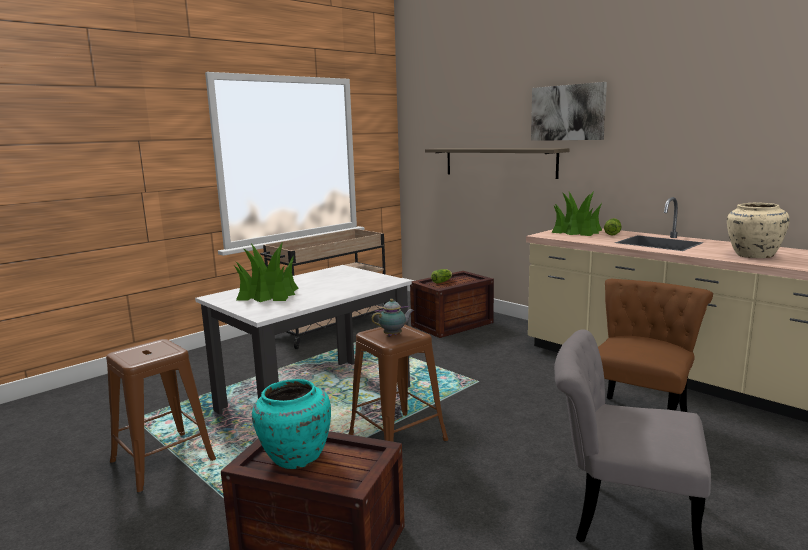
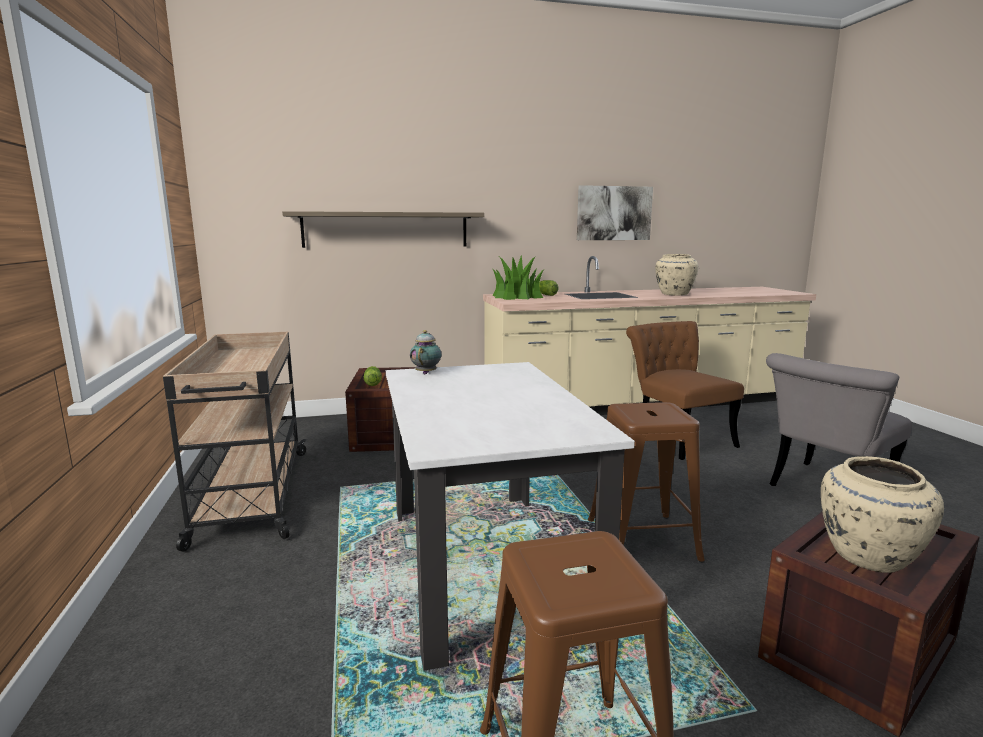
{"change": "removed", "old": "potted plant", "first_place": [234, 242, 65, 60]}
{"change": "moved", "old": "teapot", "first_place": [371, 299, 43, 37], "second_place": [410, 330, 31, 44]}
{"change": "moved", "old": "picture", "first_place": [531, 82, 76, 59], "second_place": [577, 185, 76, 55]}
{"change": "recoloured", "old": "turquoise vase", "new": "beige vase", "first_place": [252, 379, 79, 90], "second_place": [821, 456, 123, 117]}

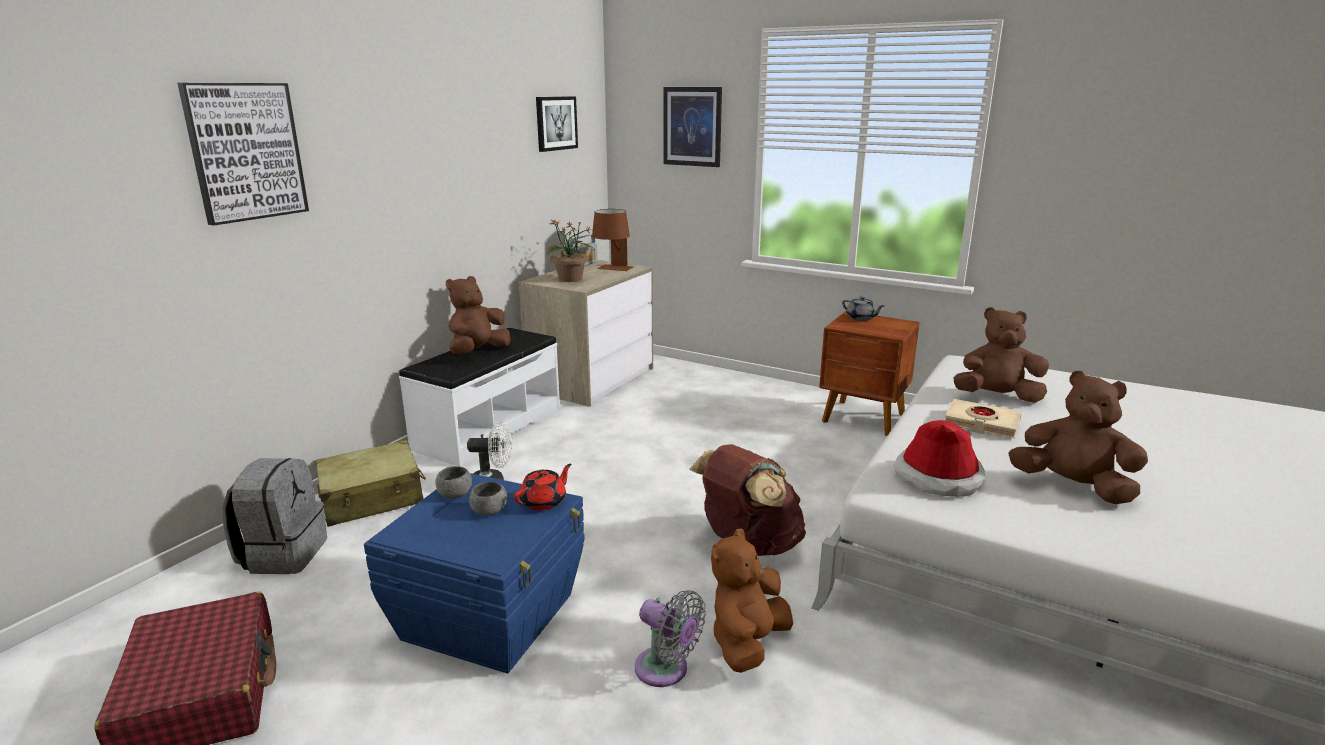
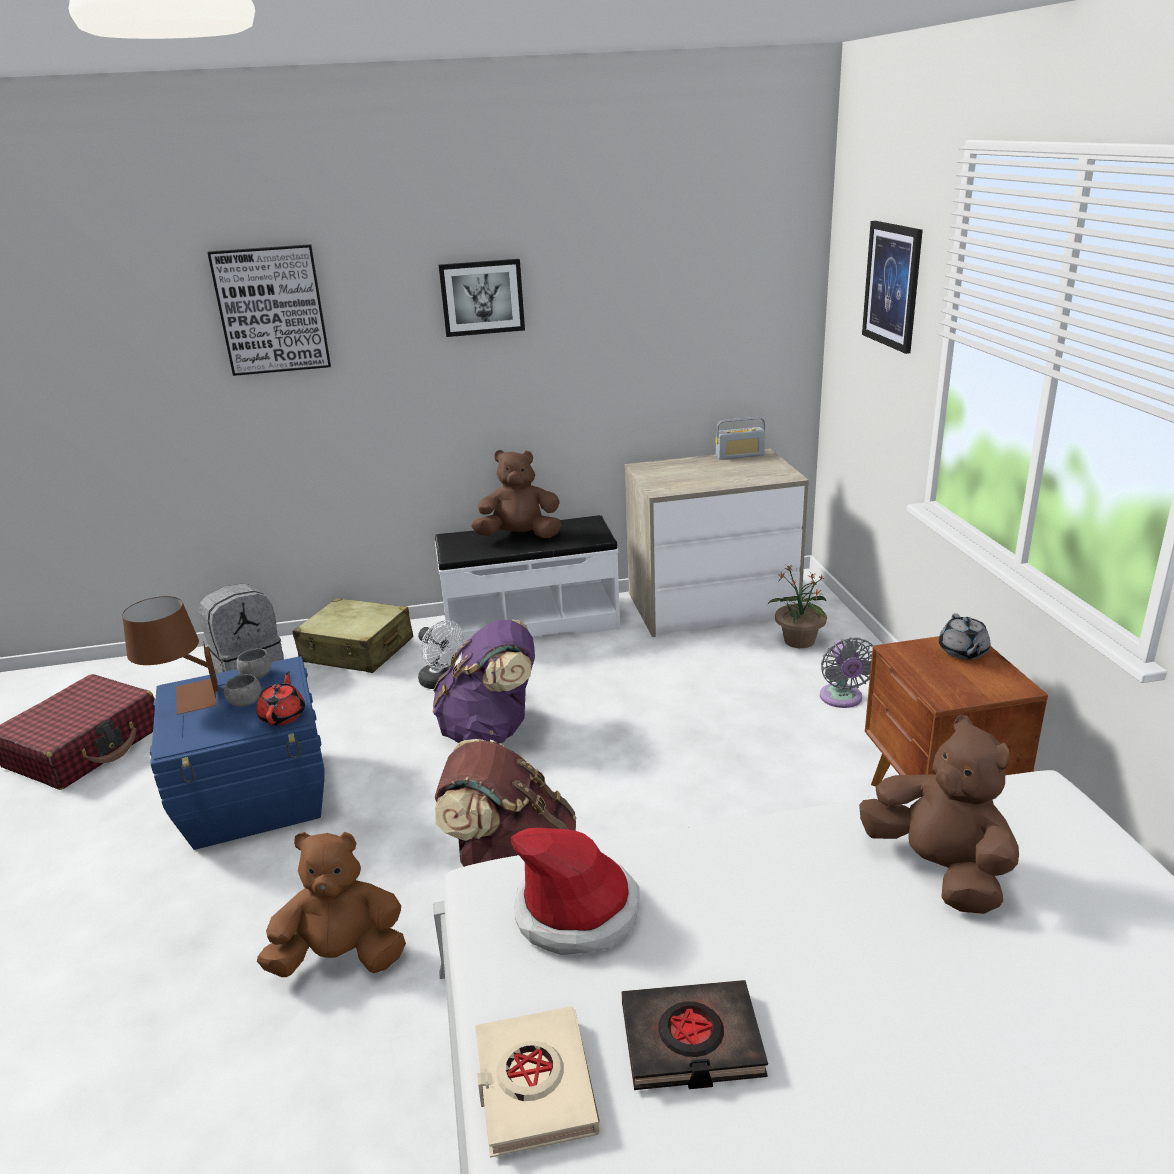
{"change": "added", "new": "purple backpack", "second_place": [433, 620, 102, 124]}
{"change": "moved", "old": "picture", "first_place": [536, 96, 42, 56], "second_place": [439, 259, 86, 78]}
{"change": "moved", "old": "potted plant", "first_place": [547, 219, 48, 63], "second_place": [768, 565, 59, 83]}
{"change": "moved", "old": "brown table lamp", "first_place": [592, 209, 41, 62], "second_place": [122, 596, 96, 118]}
{"change": "moved", "old": "grey fan", "first_place": [635, 590, 71, 97], "second_place": [820, 637, 53, 71]}
{"change": "moved", "old": "beige book", "first_place": [945, 399, 77, 39], "second_place": [475, 1006, 126, 152]}
{"change": "replaced", "old": "brown plush toy", "new": "black book", "first_place": [1008, 371, 140, 133], "second_place": [622, 980, 146, 110]}
{"change": "turned", "old": "red teapot", "first_place": [514, 464, 58, 46], "second_place": [256, 672, 49, 54], "degrees": -90}

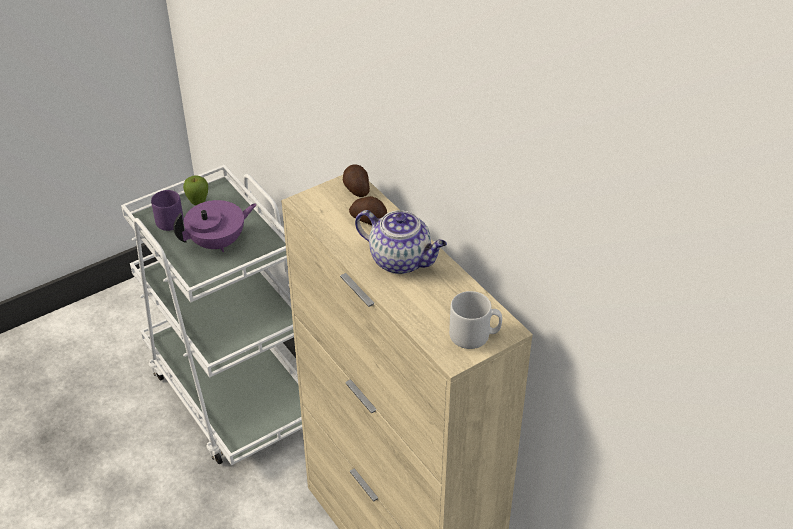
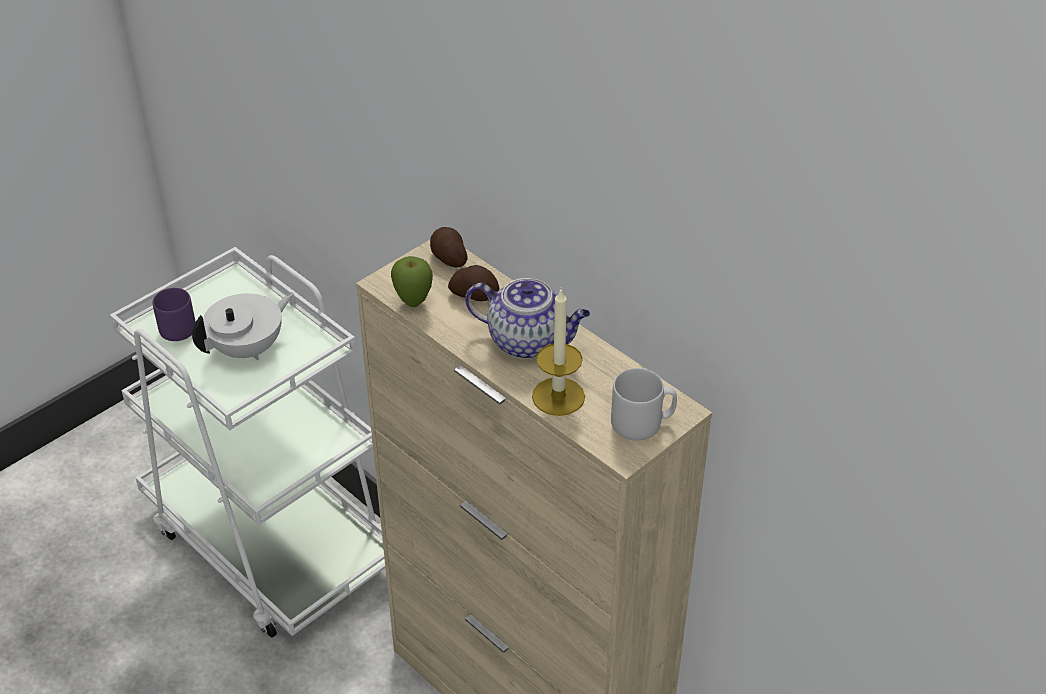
{"change": "added", "new": "candle", "second_place": [532, 290, 53, 126]}
{"change": "moved", "old": "apple", "first_place": [183, 175, 25, 31], "second_place": [391, 256, 42, 51]}
{"change": "recoloured", "old": "purple teapot", "new": "white teapot", "first_place": [173, 200, 84, 52], "second_place": [192, 292, 102, 68]}

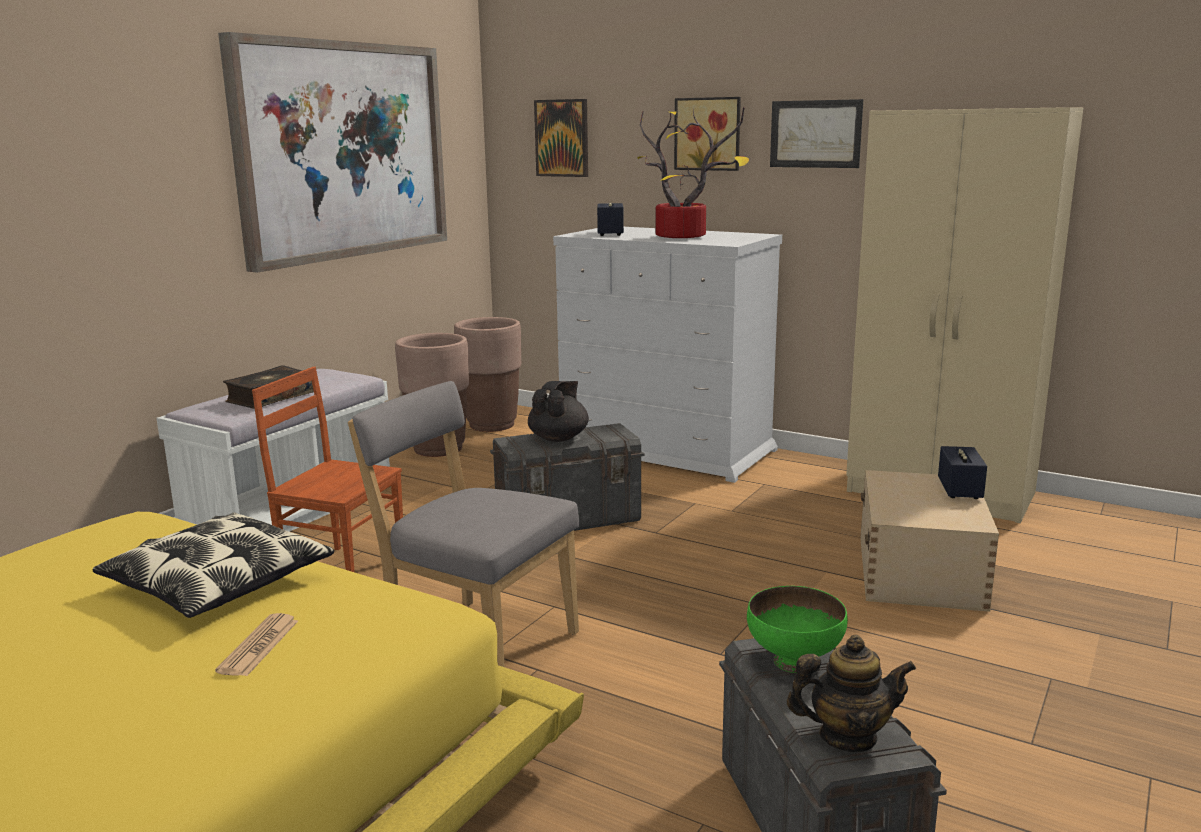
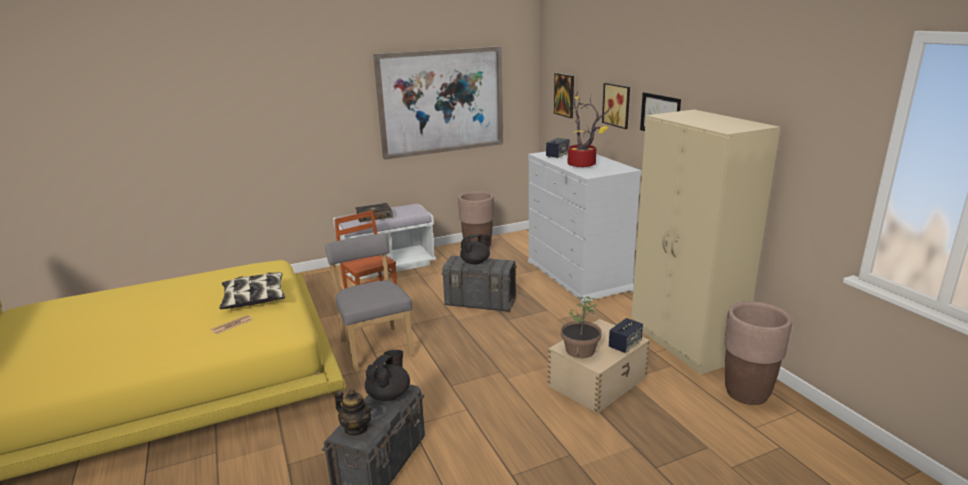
{"change": "added", "new": "potted plant", "second_place": [561, 297, 41, 61]}
{"change": "moved", "old": "brown planter", "first_place": [454, 317, 67, 115], "second_place": [724, 301, 68, 104]}
{"change": "replaced", "old": "green bowl", "new": "black teapot", "first_place": [747, 586, 101, 87], "second_place": [365, 350, 45, 51]}

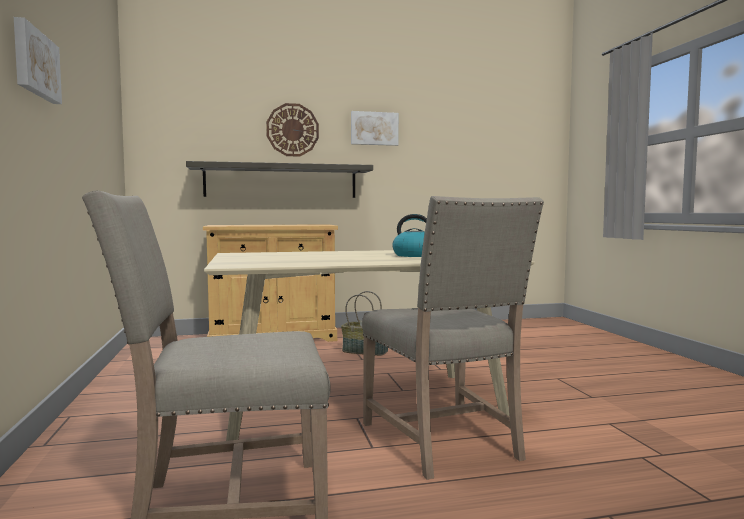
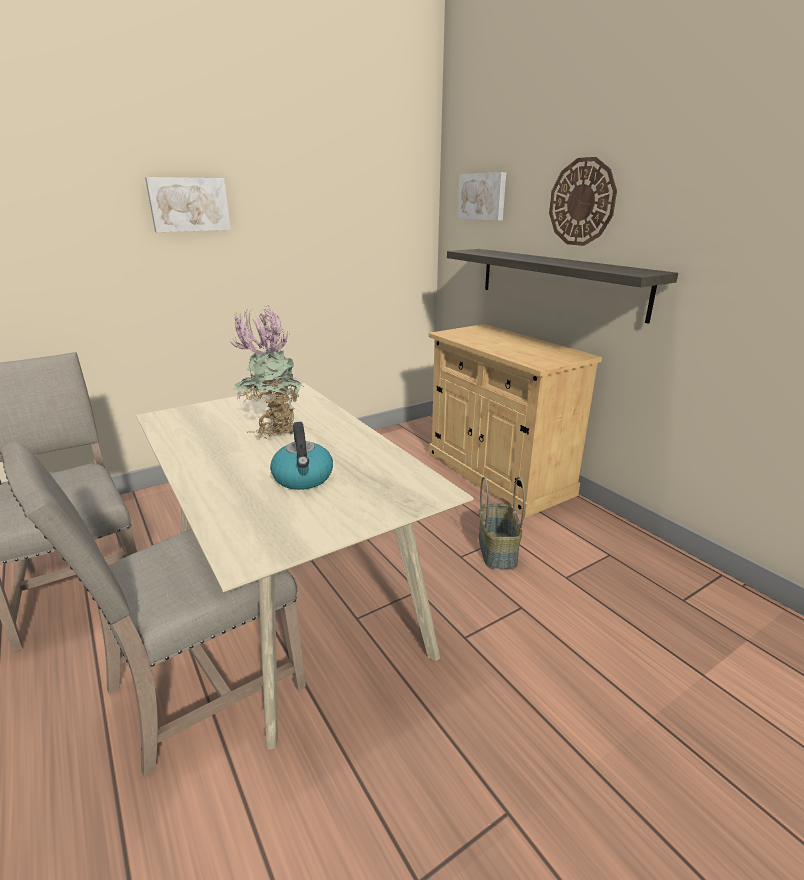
{"change": "added", "new": "potted plant", "second_place": [230, 306, 74, 133]}
{"change": "moved", "old": "picture", "first_place": [351, 111, 48, 35], "second_place": [458, 172, 48, 49]}

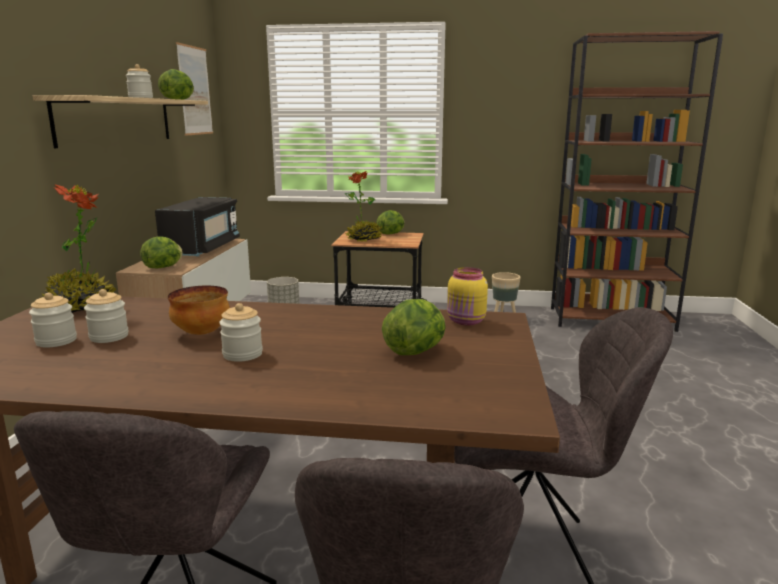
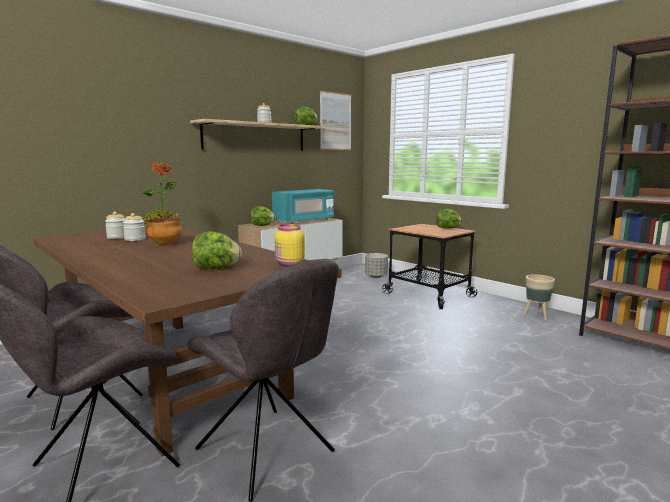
{"change": "removed", "old": "jar", "first_place": [219, 303, 44, 59]}
{"change": "removed", "old": "potted plant", "first_place": [345, 171, 37, 71]}
{"change": "recoloured", "old": "black microwave", "new": "turquoise microwave", "first_place": [155, 197, 85, 60], "second_place": [272, 189, 62, 35]}

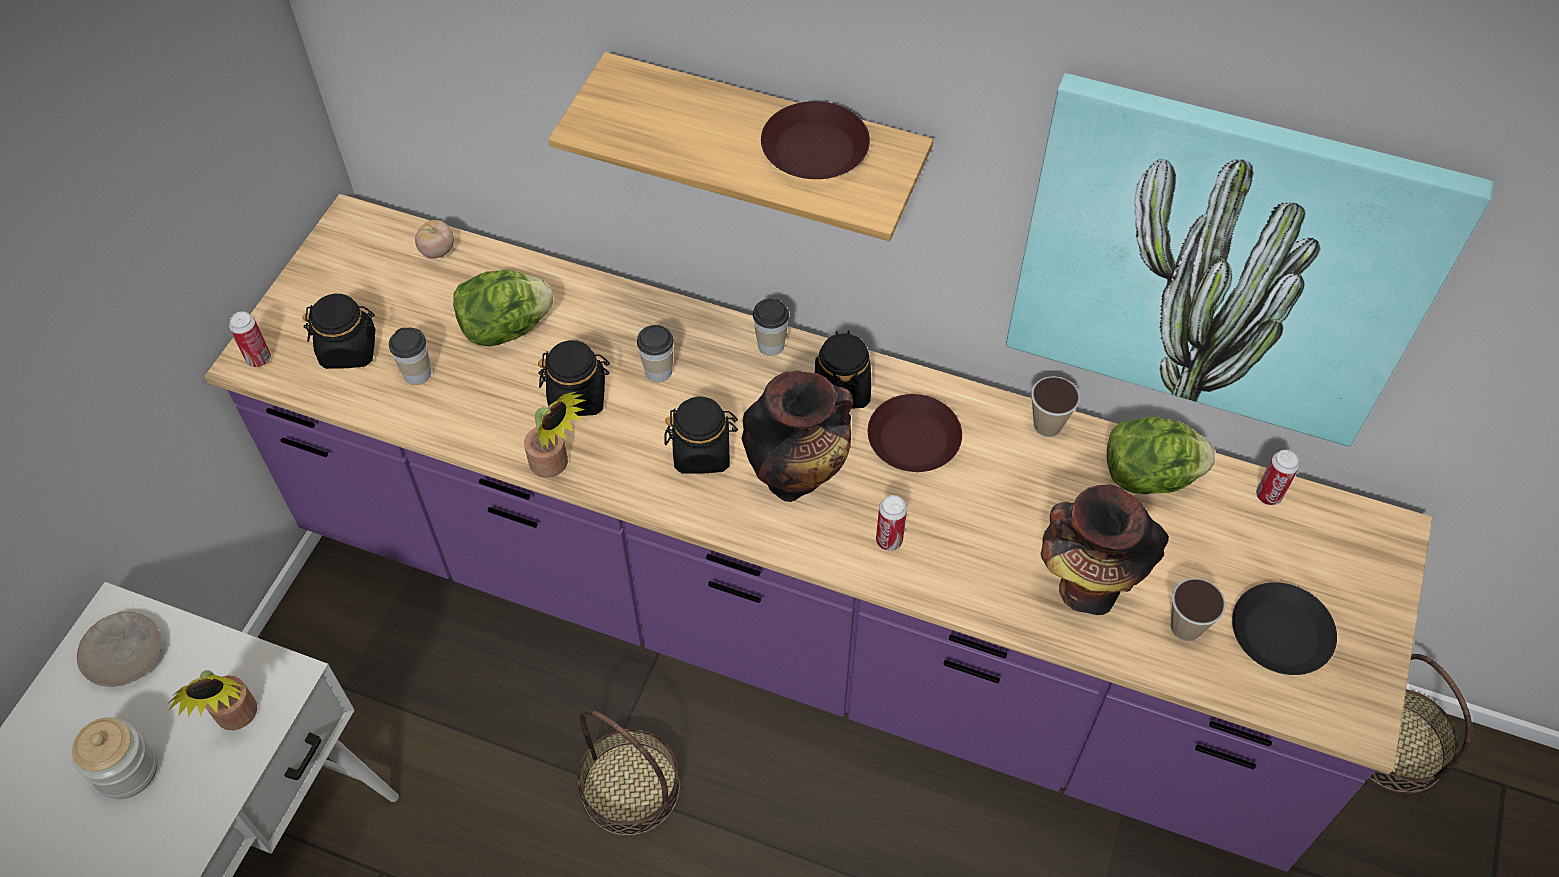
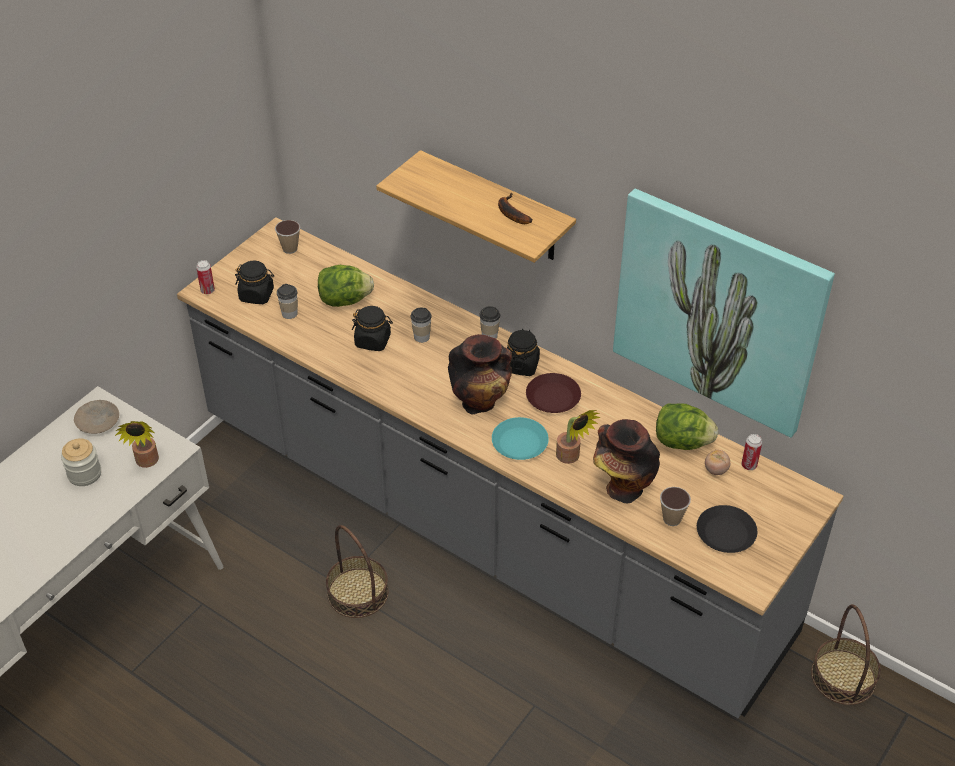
{"change": "removed", "old": "black jar", "first_place": [665, 397, 73, 76]}
{"change": "moved", "old": "tomato", "first_place": [415, 220, 39, 39], "second_place": [705, 450, 25, 25]}
{"change": "moved", "old": "potted plant", "first_place": [524, 391, 62, 87], "second_place": [556, 410, 45, 54]}
{"change": "moved", "old": "cup", "first_place": [1031, 376, 49, 61], "second_place": [275, 220, 25, 34]}
{"change": "replaced", "old": "brown plate", "new": "banana", "first_place": [761, 101, 109, 78], "second_place": [498, 193, 34, 31]}
{"change": "replaced", "old": "can", "new": "turquoise plate", "first_place": [876, 495, 31, 56], "second_place": [492, 417, 57, 43]}
{"change": "recoloured", "old": "purple counter", "new": "grey counter", "first_place": [205, 194, 1227, 678], "second_place": [177, 217, 666, 501]}

